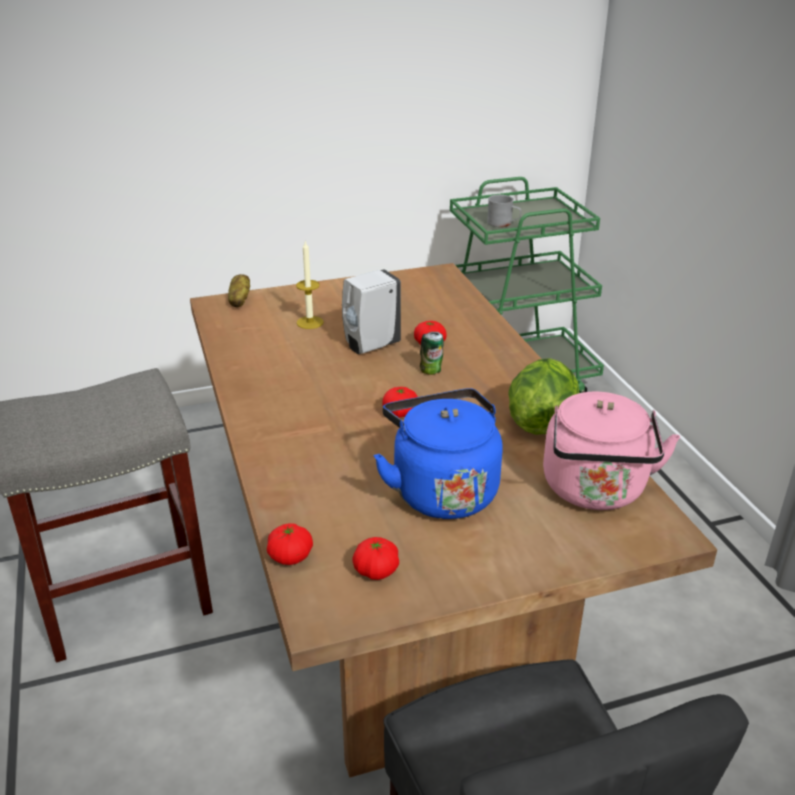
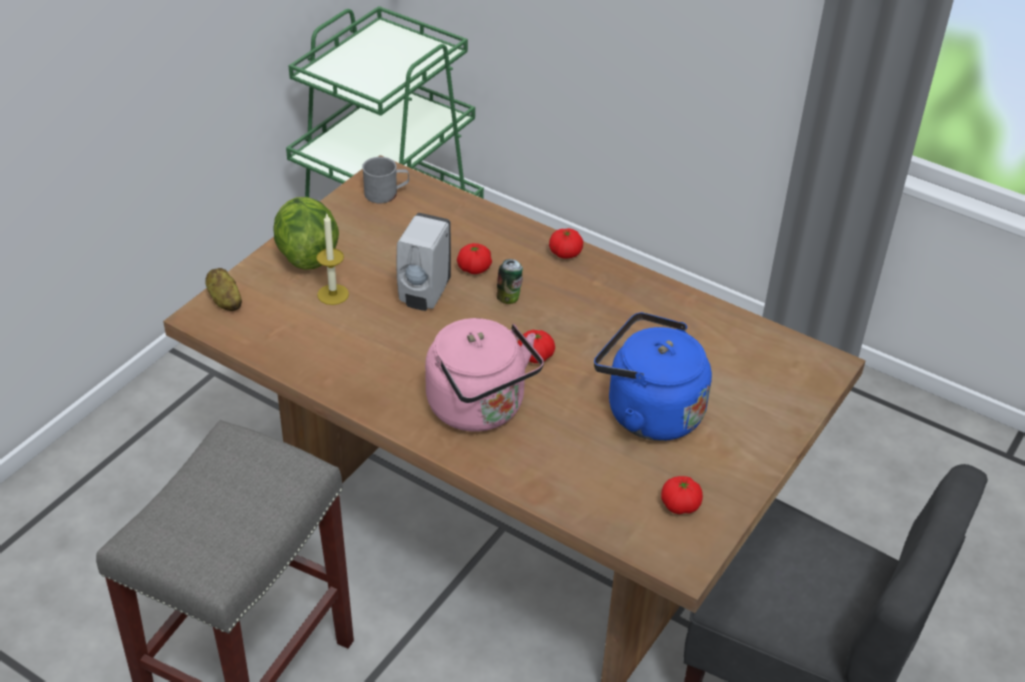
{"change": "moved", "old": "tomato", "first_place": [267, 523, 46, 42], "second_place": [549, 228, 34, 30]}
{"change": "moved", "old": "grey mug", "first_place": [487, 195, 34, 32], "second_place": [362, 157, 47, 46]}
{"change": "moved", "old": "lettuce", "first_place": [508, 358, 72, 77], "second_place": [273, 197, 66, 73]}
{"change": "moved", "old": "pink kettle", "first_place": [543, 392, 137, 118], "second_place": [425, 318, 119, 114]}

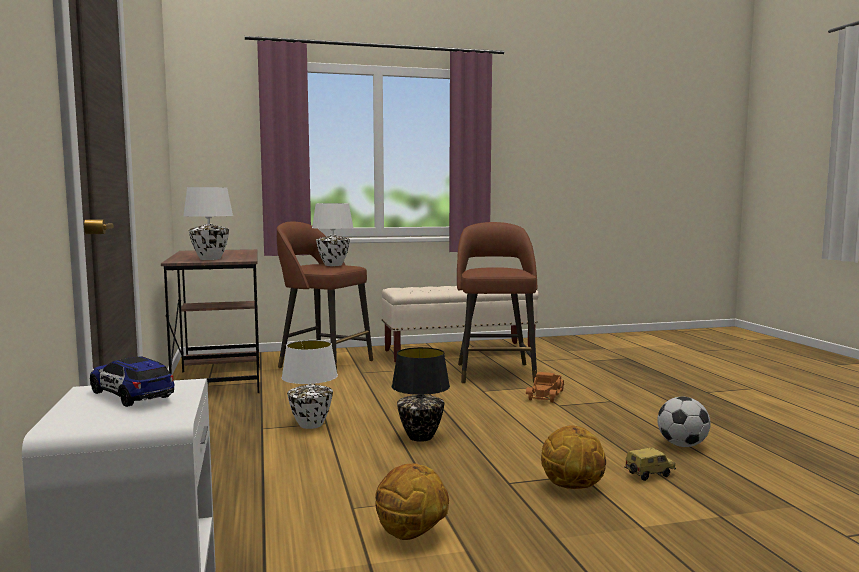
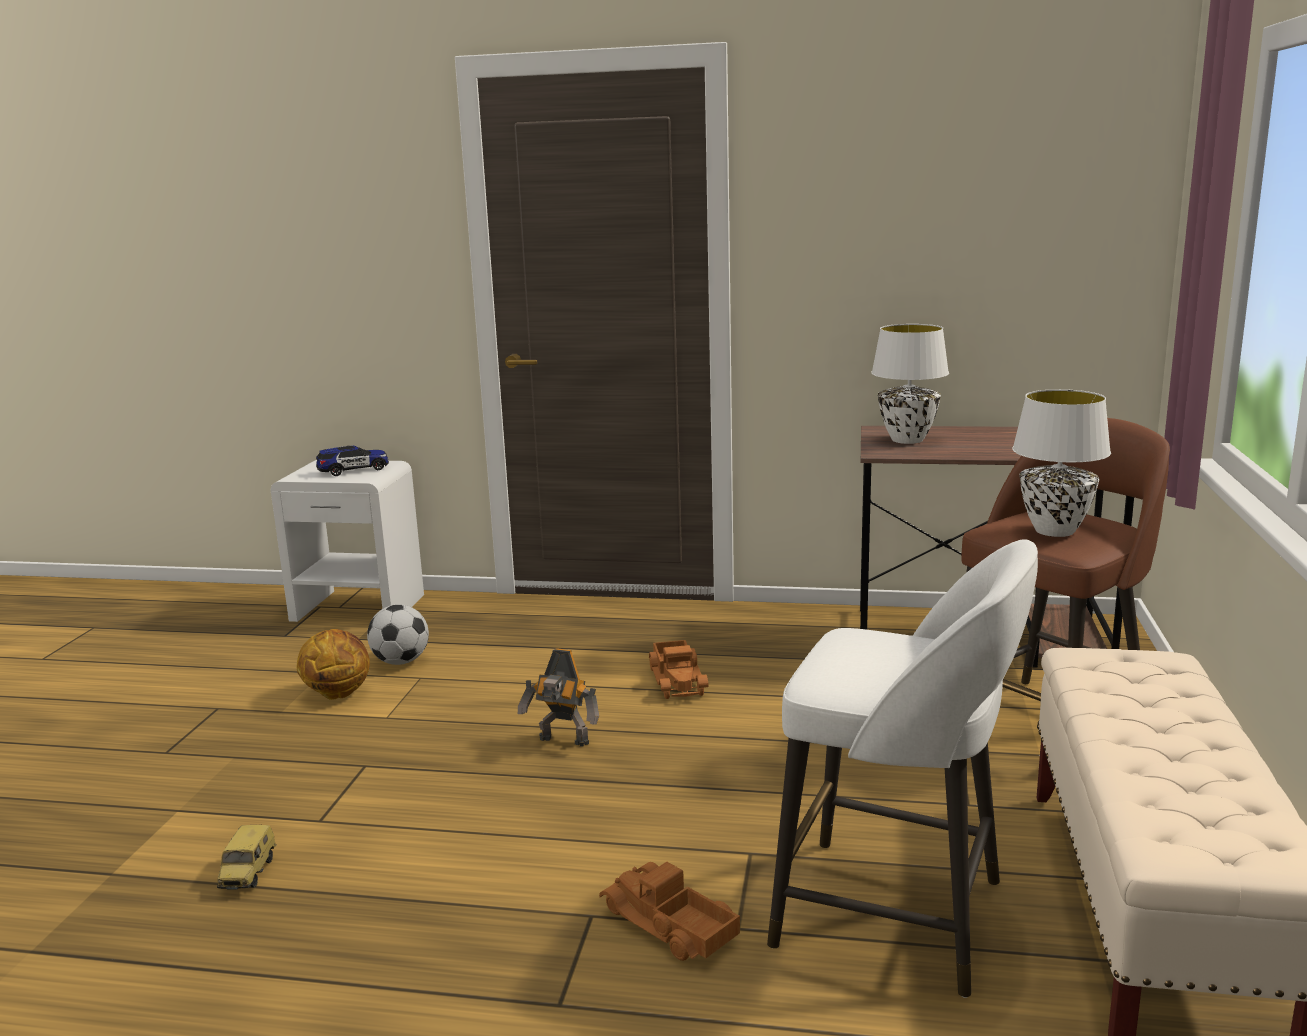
{"change": "removed", "old": "basketball", "first_place": [541, 426, 65, 63]}
{"change": "moved", "old": "football", "first_place": [657, 397, 54, 50], "second_place": [367, 604, 62, 61]}
{"change": "replaced", "old": "white table lamp", "new": "toy truck", "first_place": [281, 340, 57, 89], "second_place": [649, 640, 60, 59]}
{"change": "replaced", "old": "black table lamp", "new": "toy robot", "first_place": [392, 347, 58, 95], "second_place": [518, 648, 81, 99]}
{"change": "recoloured", "old": "brown stool", "new": "white stool", "first_place": [457, 222, 80, 161], "second_place": [767, 539, 271, 459]}

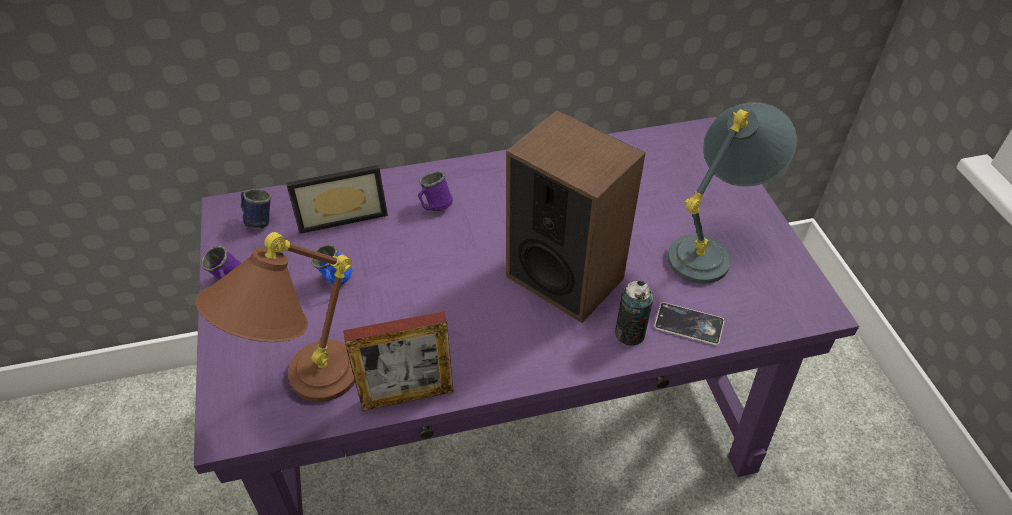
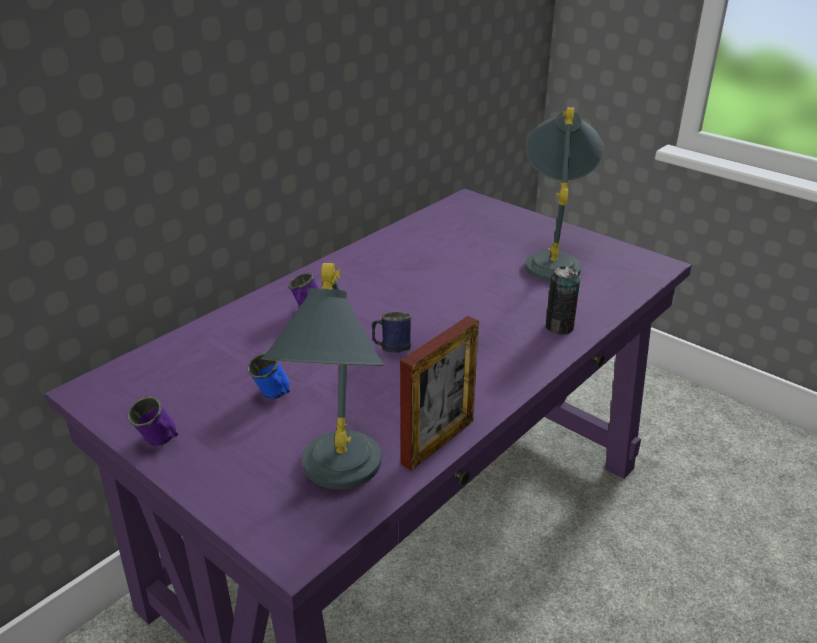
{"change": "removed", "old": "picture frame", "first_place": [286, 165, 102, 69]}
{"change": "removed", "old": "speaker", "first_place": [506, 110, 140, 213]}
{"change": "removed", "old": "phone", "first_place": [654, 302, 70, 43]}
{"change": "moved", "old": "blue mug", "first_place": [241, 189, 30, 40], "second_place": [372, 312, 40, 41]}
{"change": "recoloured", "old": "brown table lamp", "new": "grey table lamp", "first_place": [196, 232, 159, 170], "second_place": [261, 263, 124, 226]}

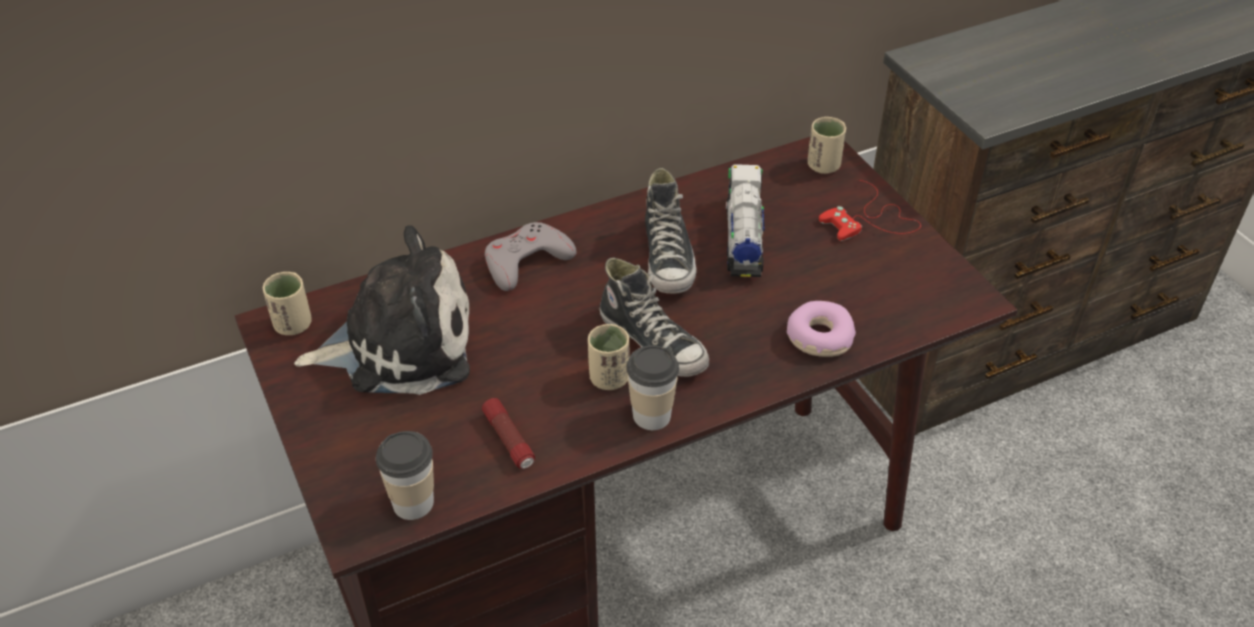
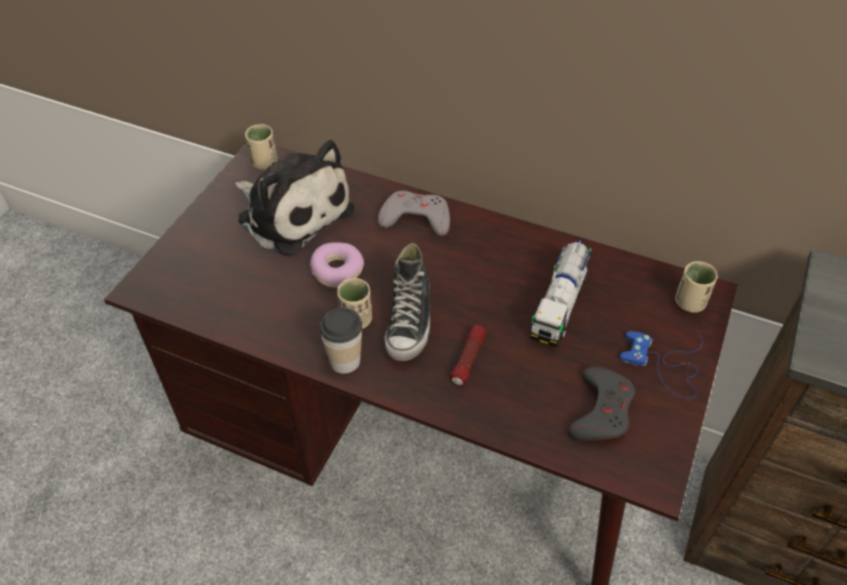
{"change": "removed", "old": "cup", "first_place": [376, 431, 58, 89]}
{"change": "removed", "old": "shoe", "first_place": [645, 168, 51, 126]}
{"change": "added", "new": "grey game controller", "second_place": [568, 366, 67, 75]}
{"change": "moved", "old": "flashlight", "first_place": [482, 398, 53, 71], "second_place": [450, 325, 36, 60]}
{"change": "moved", "old": "donut", "first_place": [787, 301, 69, 56], "second_place": [310, 242, 54, 46]}
{"change": "recoloured", "old": "red game controller", "new": "blue game controller", "first_place": [819, 180, 102, 61], "second_place": [620, 331, 83, 68]}
{"change": "turned", "old": "toy truck", "first_place": [726, 164, 38, 113], "second_place": [530, 239, 61, 108], "degrees": 150}

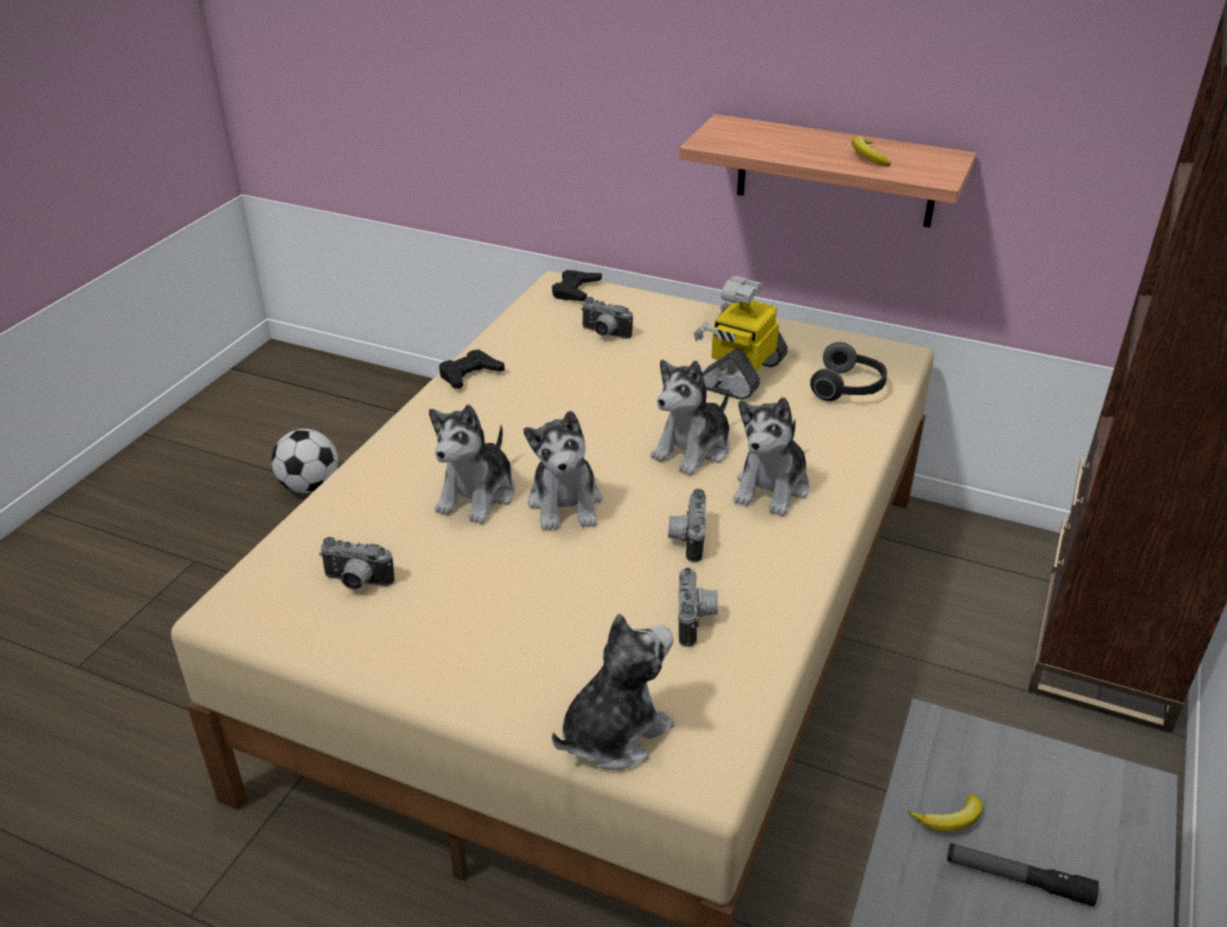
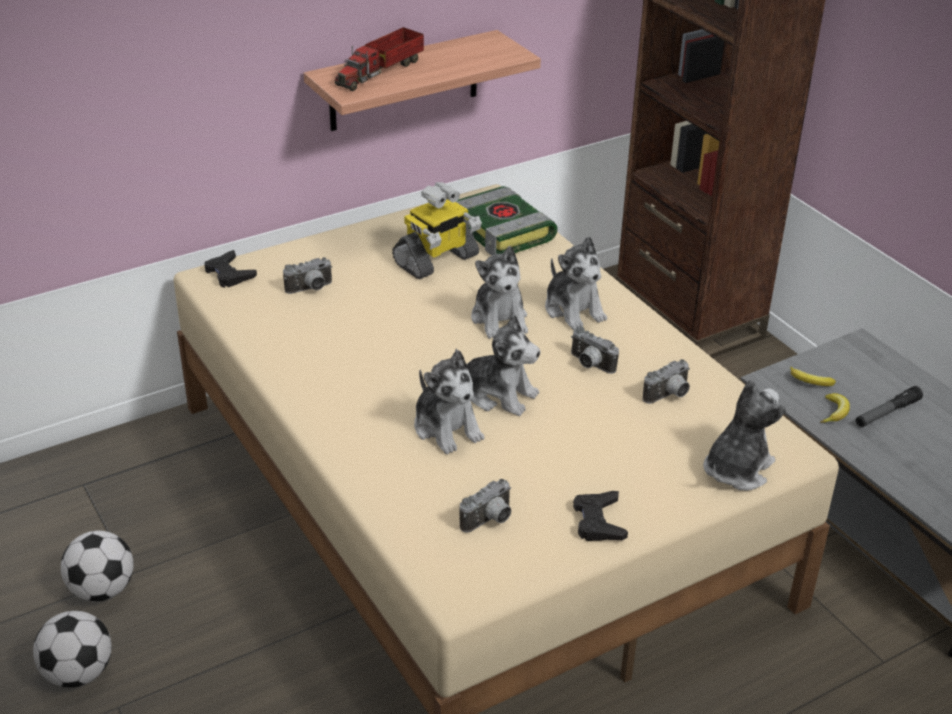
{"change": "added", "new": "football", "second_place": [33, 611, 79, 77]}
{"change": "added", "new": "toy truck", "second_place": [335, 27, 89, 64]}
{"change": "moved", "old": "black game controller", "first_place": [439, 350, 66, 39], "second_place": [573, 491, 55, 50]}
{"change": "moved", "old": "banana", "first_place": [852, 136, 39, 31], "second_place": [790, 367, 46, 19]}
{"change": "replaced", "old": "headphones", "new": "book", "first_place": [810, 342, 77, 59], "second_place": [457, 186, 101, 70]}
{"change": "turned", "old": "plush toy", "first_place": [552, 614, 122, 157], "second_place": [703, 379, 83, 112], "degrees": 45}
{"change": "turned", "old": "photo camera", "first_place": [679, 567, 39, 80], "second_place": [643, 359, 47, 45], "degrees": 105}
{"change": "turned", "old": "toy robot", "first_place": [694, 276, 94, 124], "second_place": [392, 182, 90, 97], "degrees": -105}

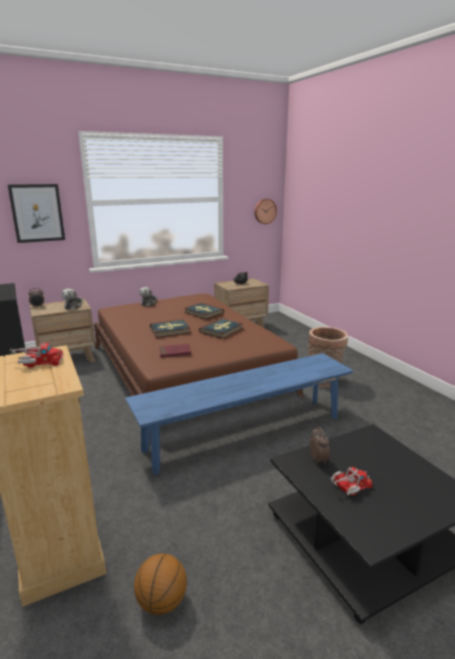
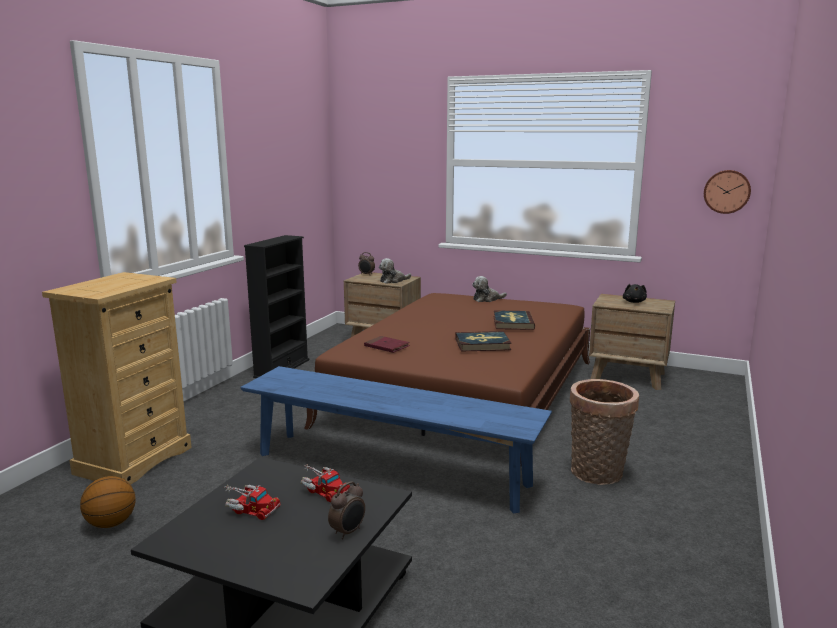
{"change": "removed", "old": "picture", "first_place": [8, 184, 57, 59]}
{"change": "removed", "old": "book", "first_place": [150, 319, 41, 19]}
{"change": "moved", "old": "toy truck", "first_place": [9, 342, 55, 26], "second_place": [300, 464, 50, 38]}
{"change": "moved", "old": "alarm clock", "first_place": [310, 427, 20, 38], "second_place": [328, 481, 37, 58]}

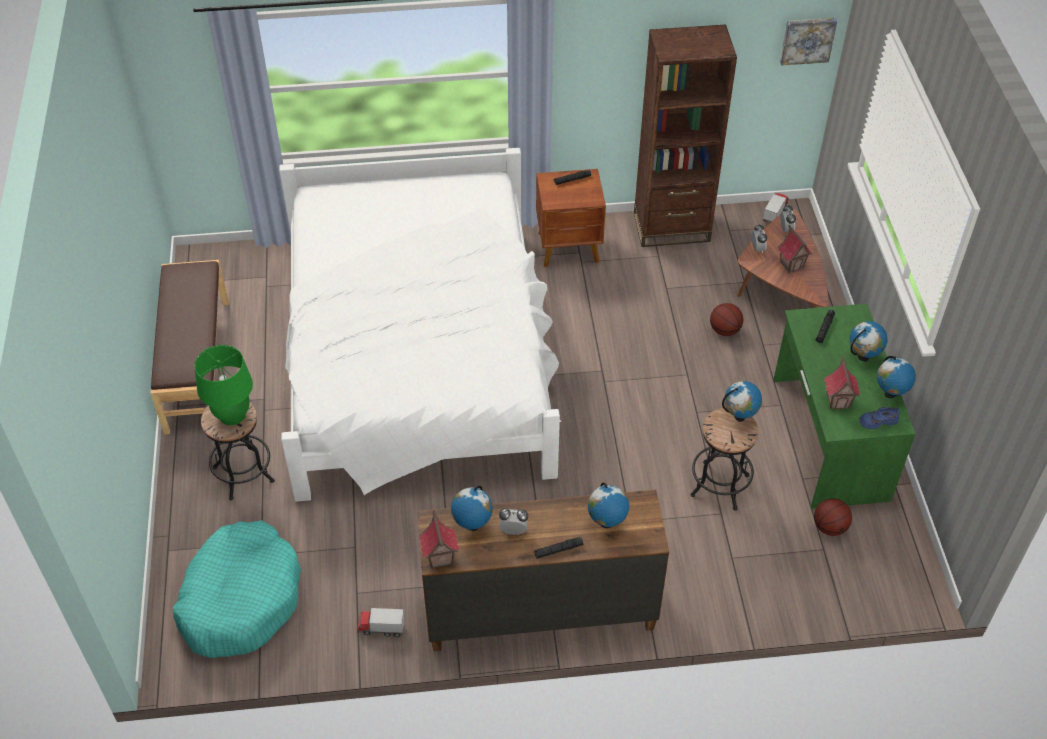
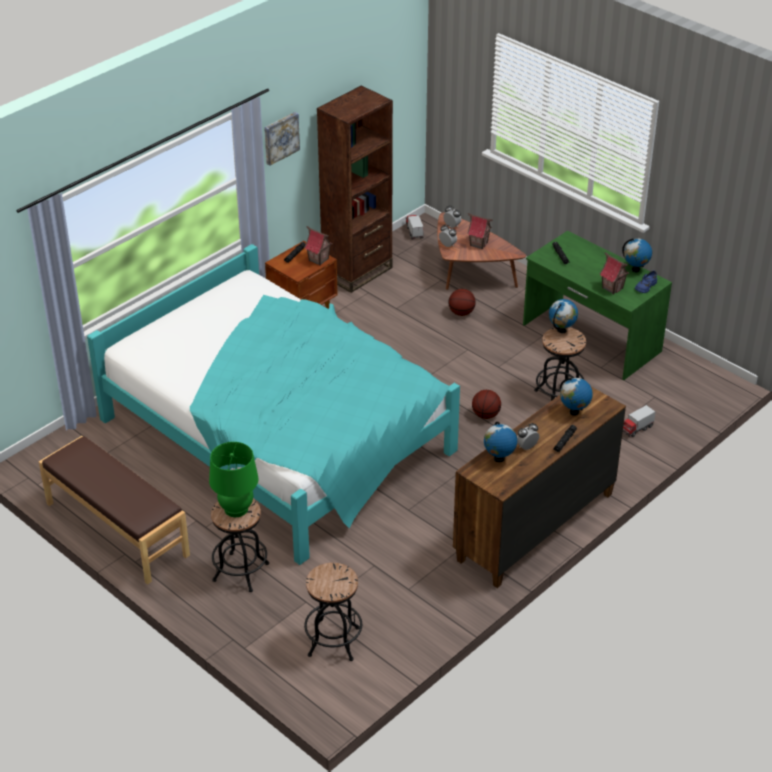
{"change": "removed", "old": "globe", "first_place": [850, 321, 38, 41]}
{"change": "moved", "old": "toy truck", "first_place": [357, 608, 48, 29], "second_place": [623, 405, 33, 32]}
{"change": "moved", "old": "toy house", "first_place": [419, 510, 40, 59], "second_place": [304, 226, 28, 40]}
{"change": "moved", "old": "picture", "first_place": [780, 18, 57, 48], "second_place": [264, 112, 36, 54]}
{"change": "moved", "old": "basketball", "first_place": [814, 499, 38, 37], "second_place": [472, 390, 29, 29]}
{"change": "replaced", "old": "turquoise dog bed", "new": "black stool", "first_place": [173, 520, 128, 138], "second_place": [304, 563, 58, 98]}
{"change": "recoloured", "old": "white bed", "new": "turquoise bed", "first_place": [279, 148, 282, 354], "second_place": [87, 244, 373, 321]}

